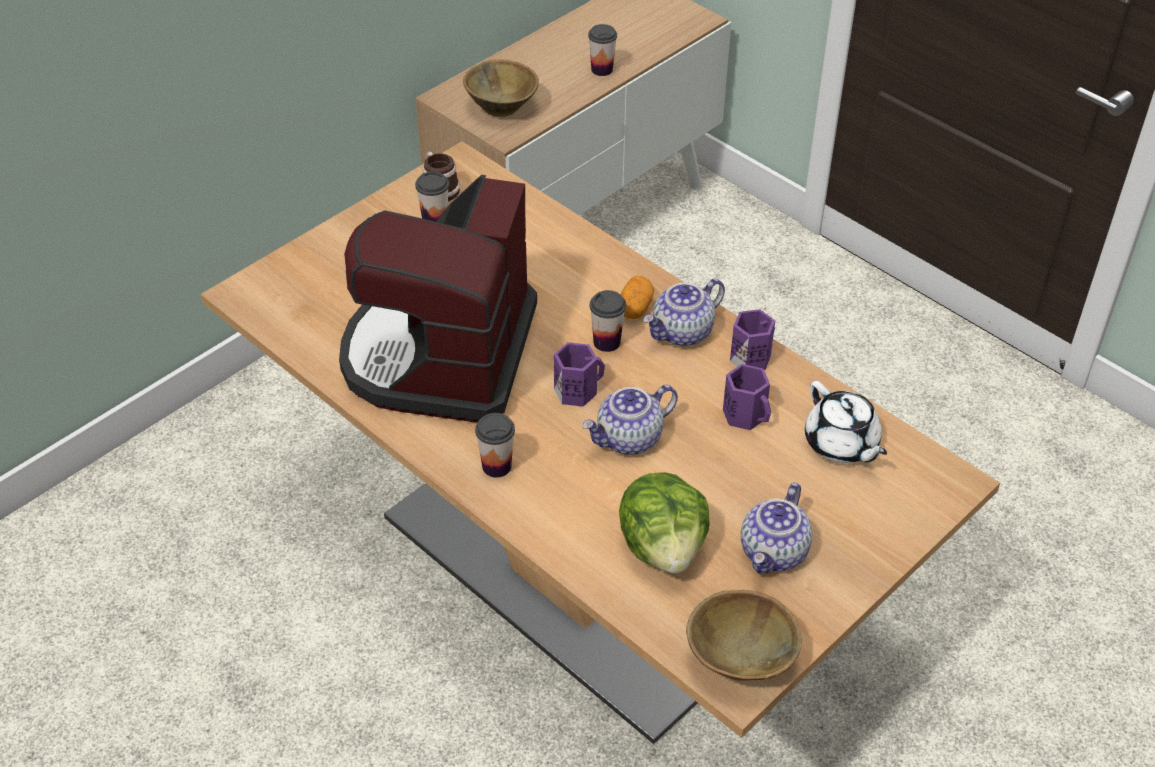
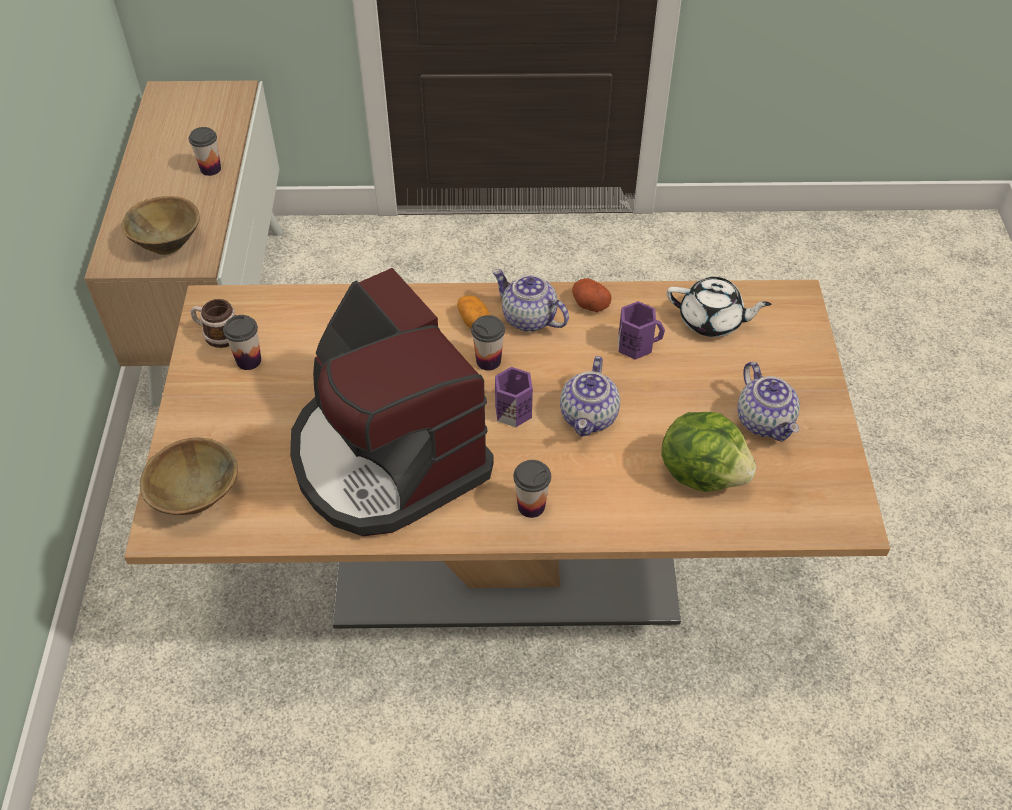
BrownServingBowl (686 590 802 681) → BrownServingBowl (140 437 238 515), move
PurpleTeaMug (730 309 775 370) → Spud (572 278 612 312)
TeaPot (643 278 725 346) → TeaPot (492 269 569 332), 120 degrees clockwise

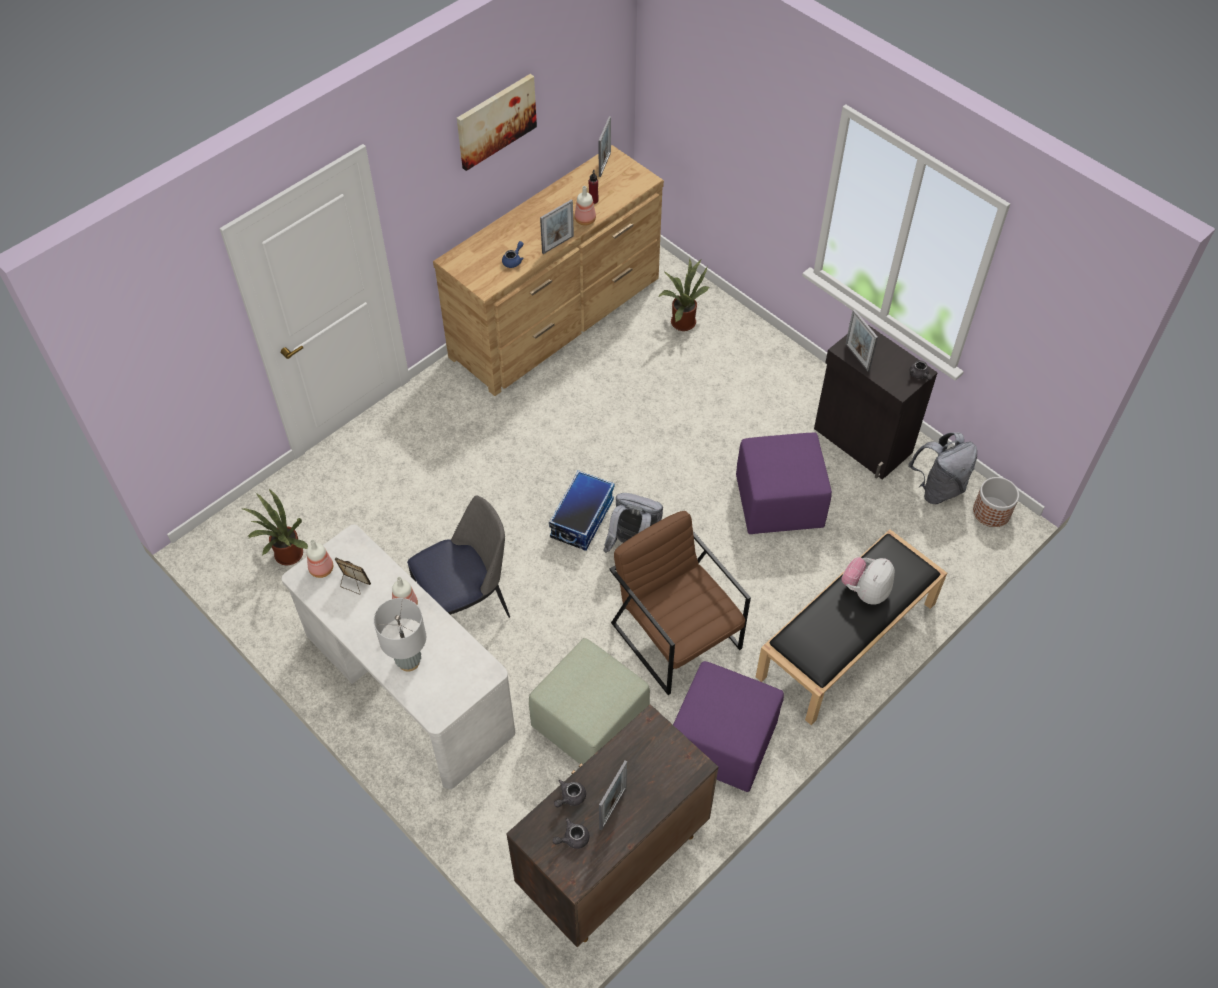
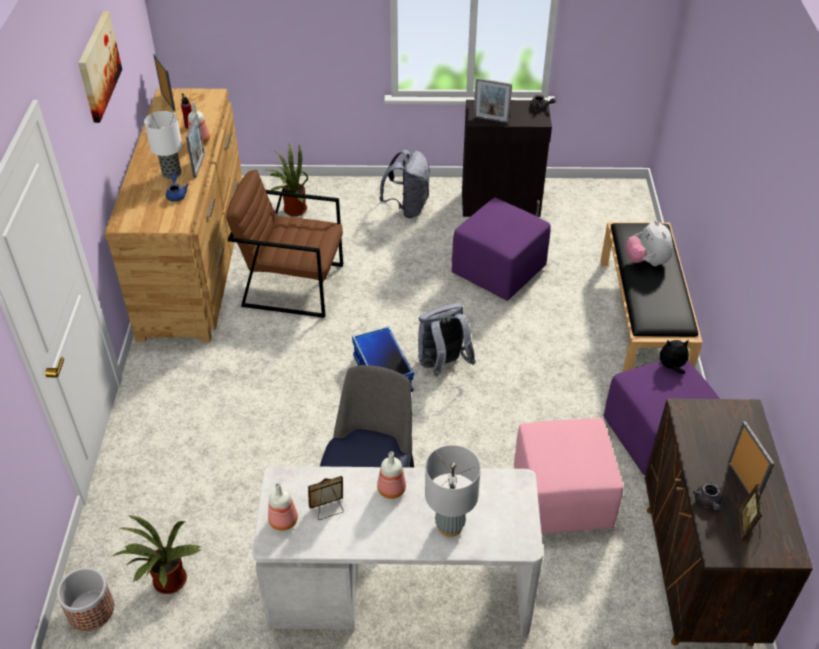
- → LampForATable (144 111 182 179)
- → CuddlyToy (659 340 689 374)
BrownLoungeChair (609 511 751 695) → BrownLoungeChair (226 170 343 318), move
GreyRucksack (908 432 977 504) → GreyRucksack (379 150 430 218), move
FlowerPot (973 477 1019 527) → FlowerPot (57 568 114 631), move
GreyTeaPot (553 818 590 849) → StandingFrame (739 484 762 540)
GreenishFootrest (529 638 650 764) → PinkFootrest (514 418 624 534)

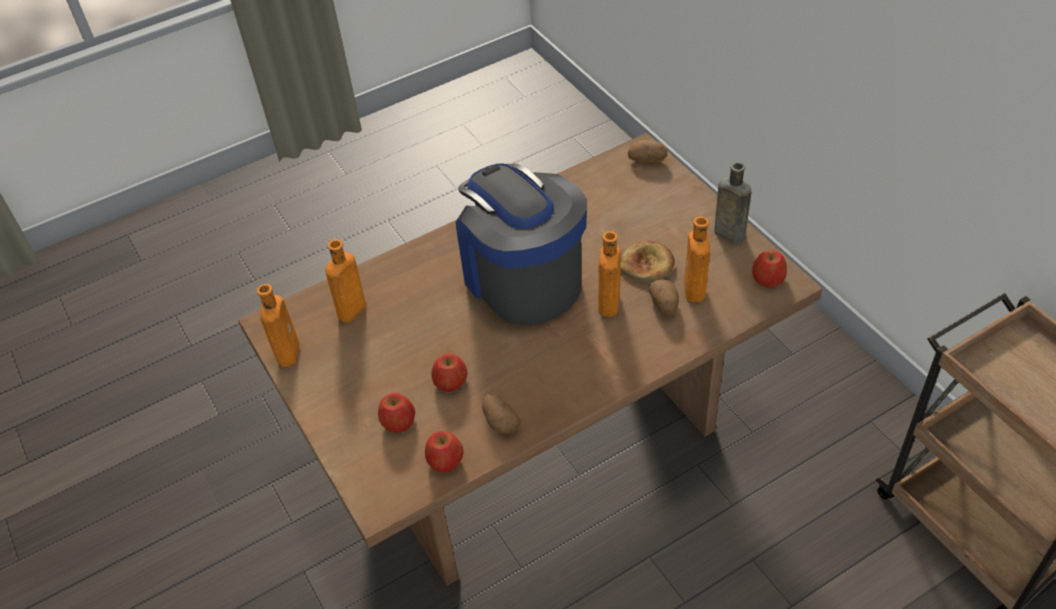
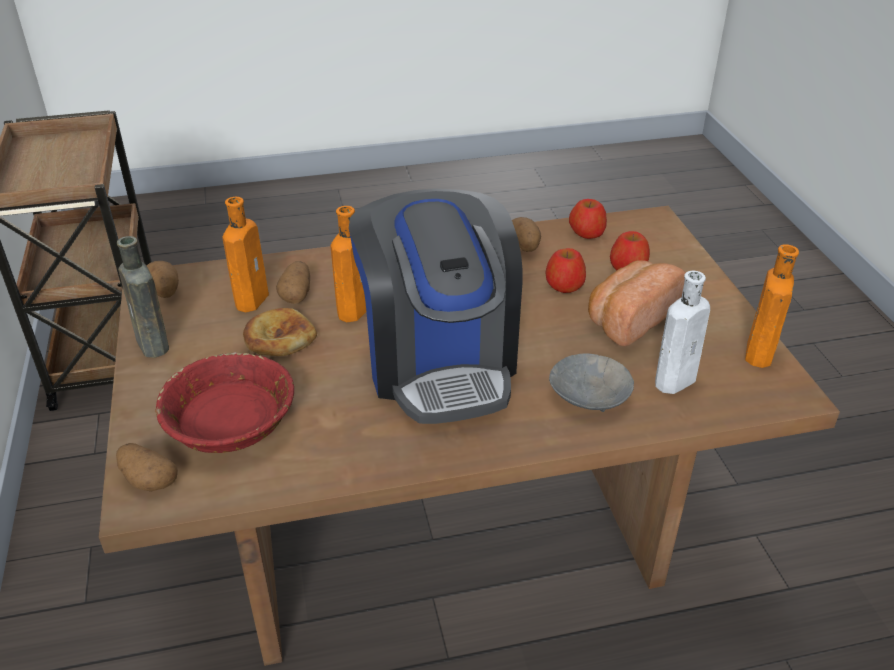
- → ReddishServingBowl (155 352 294 453)
- → GreyServingBowl (549 353 634 412)
- → BakeryBread (588 260 685 346)
WholeApple (752 250 787 287) → Spud (146 261 179 298)
OrangeBeverageBottle (325 239 366 322) → WhiteColouredBeverageBottle (655 271 710 394)

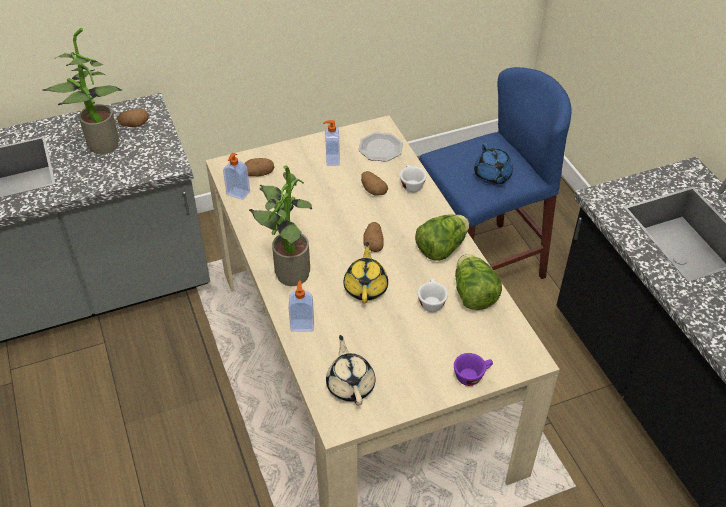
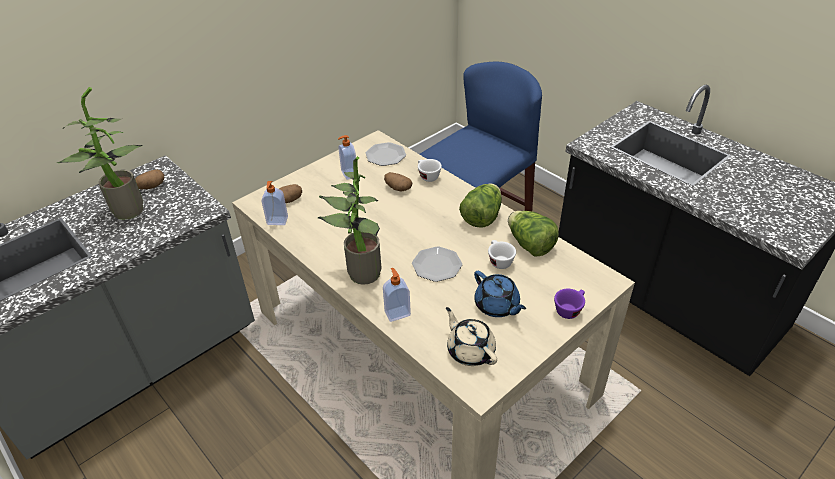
Spud (363 222 383 252) → -
BlueTeaPot (474 143 513 184) → BlueTeaPot (474 271 526 317), move
YellowTeaPot (344 242 388 303) → DinnerPlate (412 246 462 282)

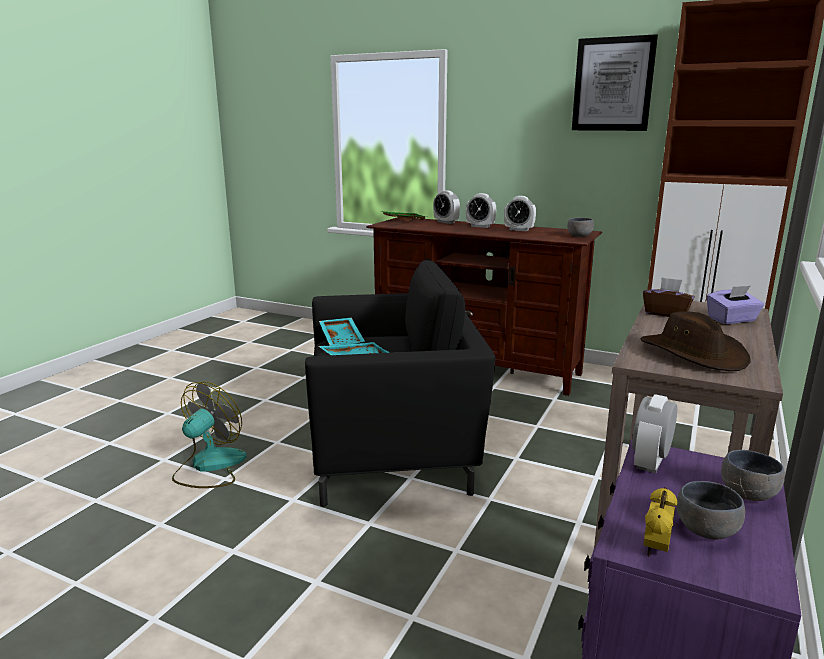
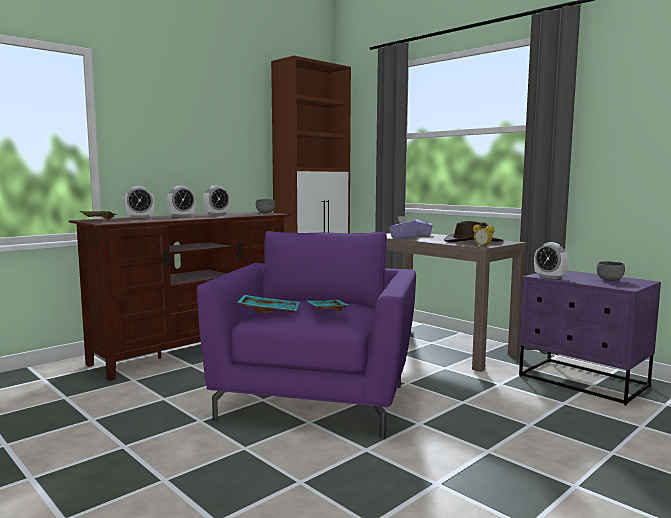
CoolingFan (172 382 247 488) → -
Picture (572 34 658 131) → -
GreyServingBowl (721 450 785 501) → -
AlarmClock (643 487 677 557) → AlarmClock (473 222 495 247), move
BlackColouredLoungeChair (305 260 495 507) → PurpleLoungeChair (197 231 416 439)
BrownTissueHolder (643 277 695 317) → PurpleTissueHolder (389 216 419 239)

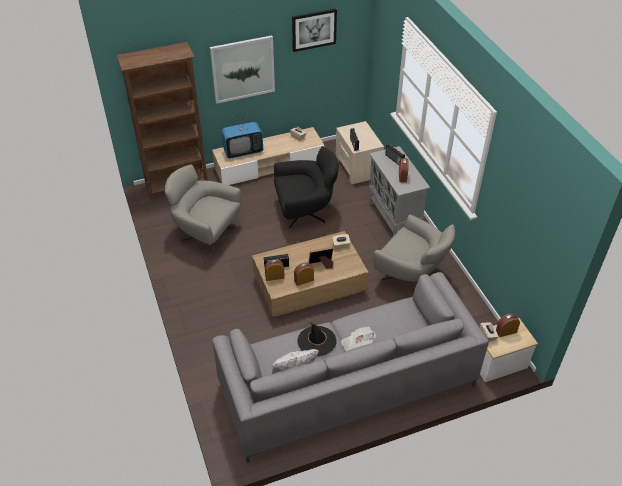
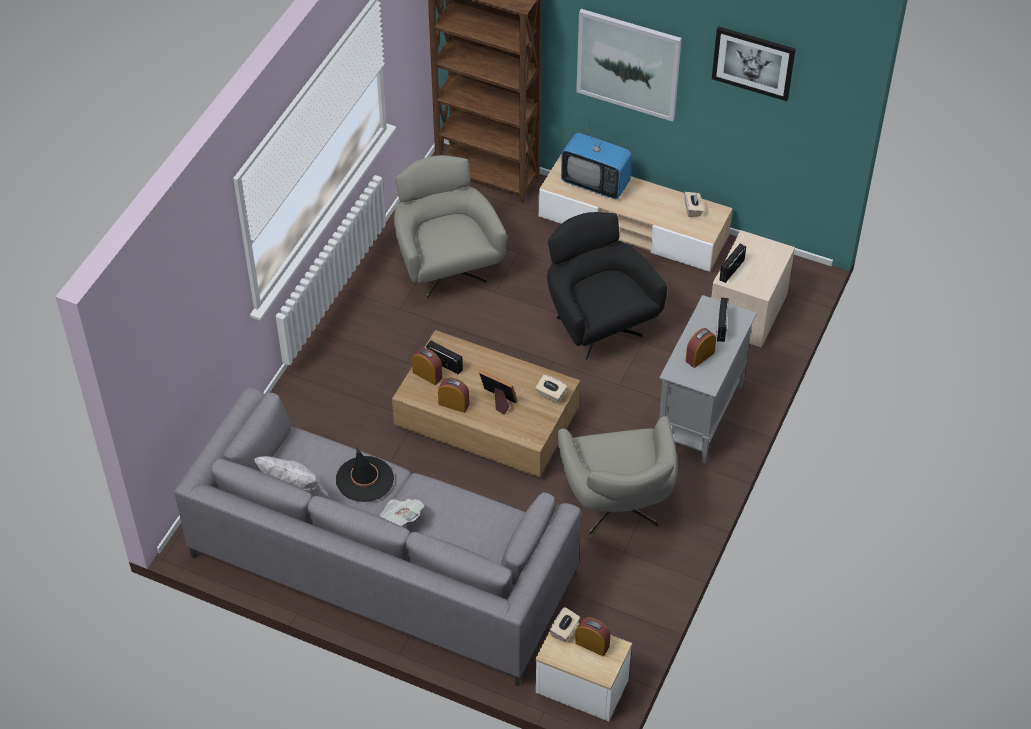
BlackColouredLoungeChair (274 146 339 228) → BlackColouredLoungeChair (547 212 667 360), 150 degrees counterclockwise

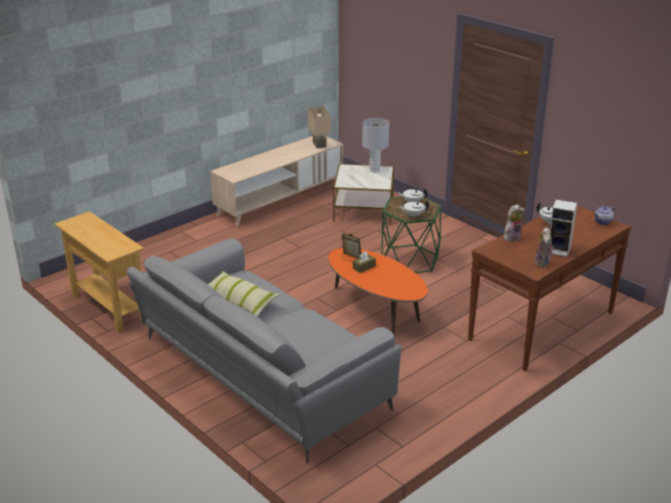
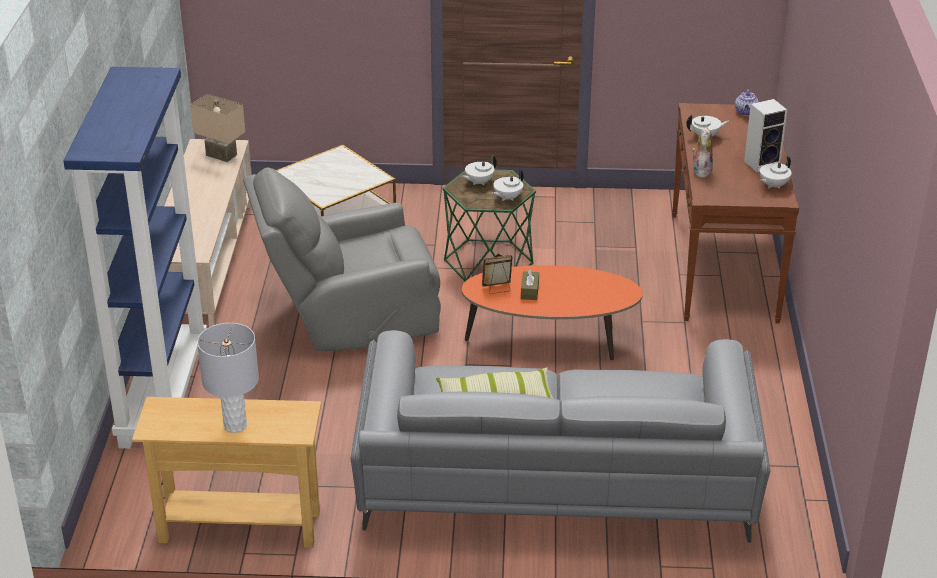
- → BlueShelvingUnit (63 67 207 449)
- → GreyLoungeChair (243 168 441 351)
GreyLampForATable (362 118 389 173) → GreyLampForATable (197 323 259 433), move
CuddlyToy (534 227 555 267) → WhiteColouredTeaPot (759 156 792 189)

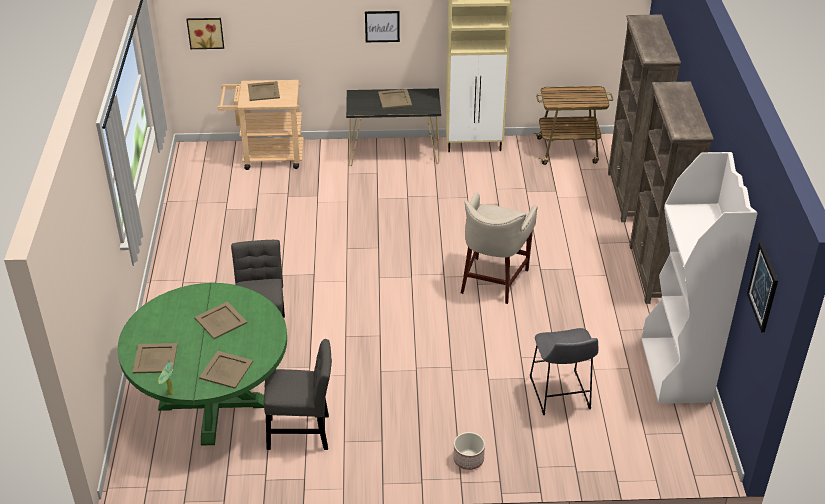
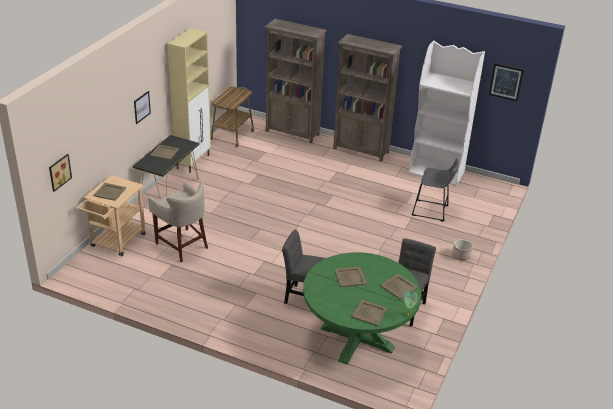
BeigeSittingStool (461 192 538 304) → BeigeSittingStool (148 182 208 262), move

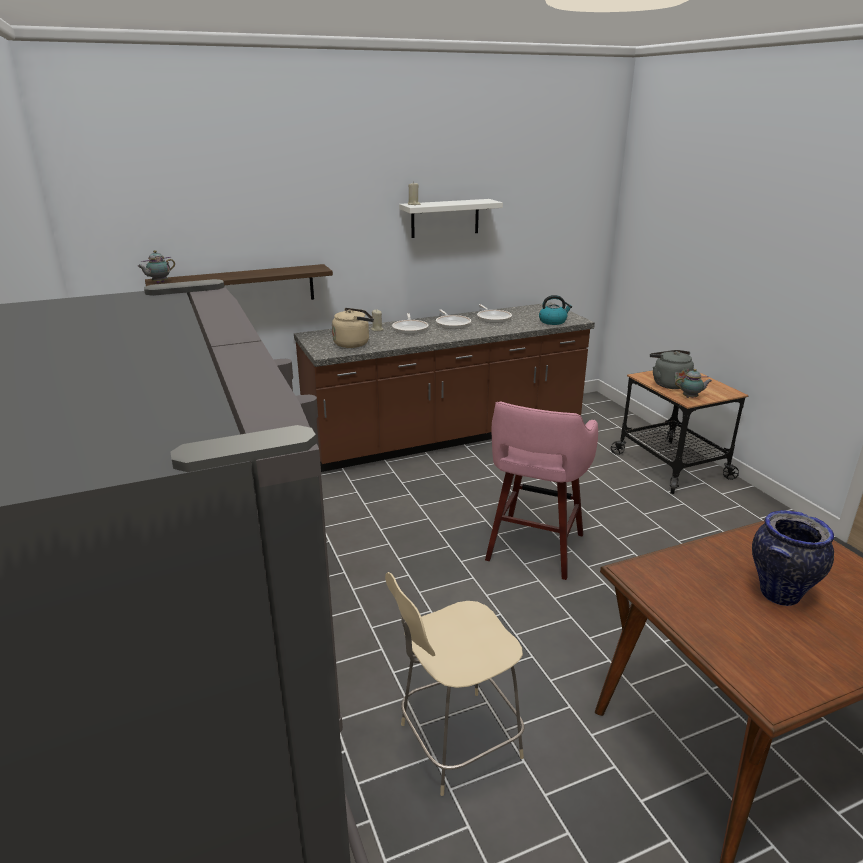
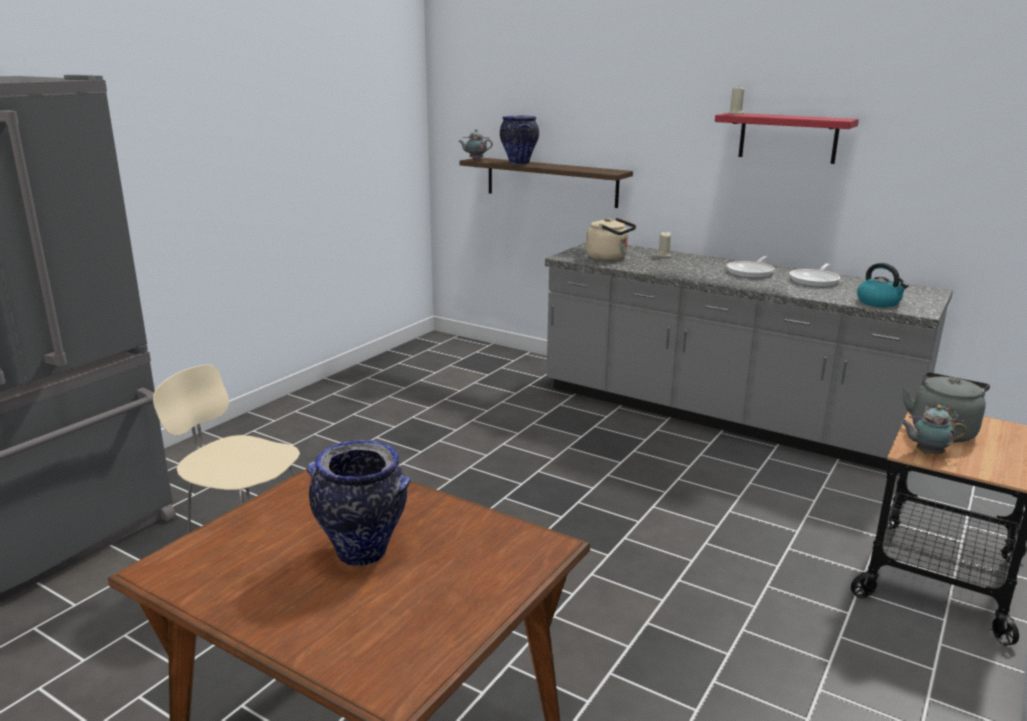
Pan (392 313 428 334) → -
PinkSittingStool (485 401 598 580) → -
- → FlowerVase (500 115 539 164)
BrownKitchenCounter (294 302 595 472) → GreyKitchenCounter (545 242 953 474)
WhiteColouredWallShelf (399 199 503 238) → ReddishWallShelf (715 113 859 164)
TeaPot (675 369 712 398) → TeaPot (900 405 967 455), 135 degrees clockwise

